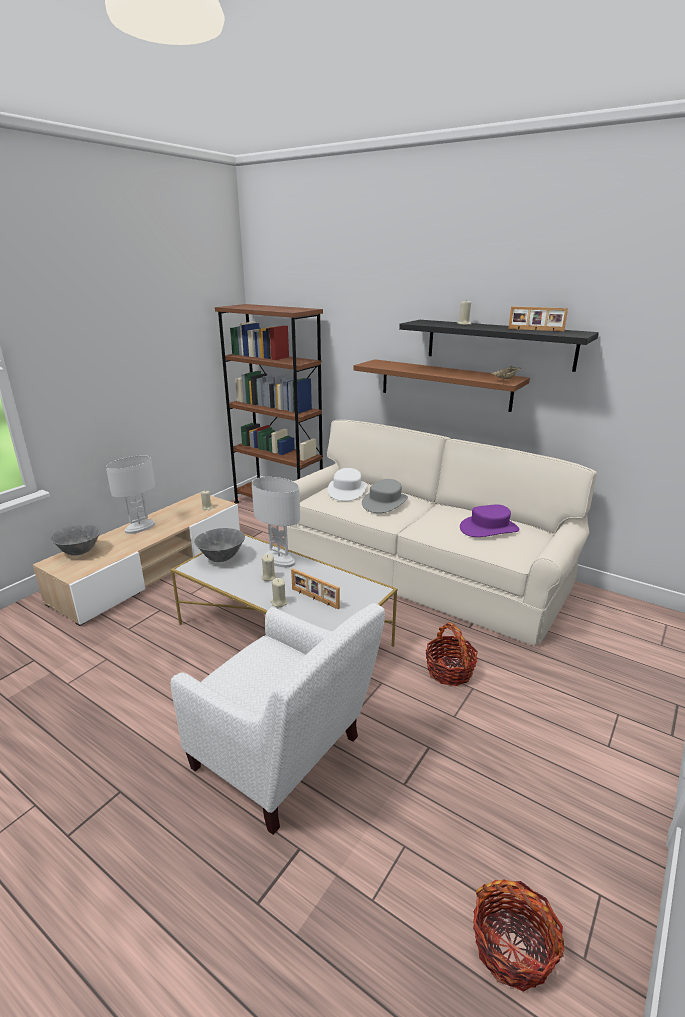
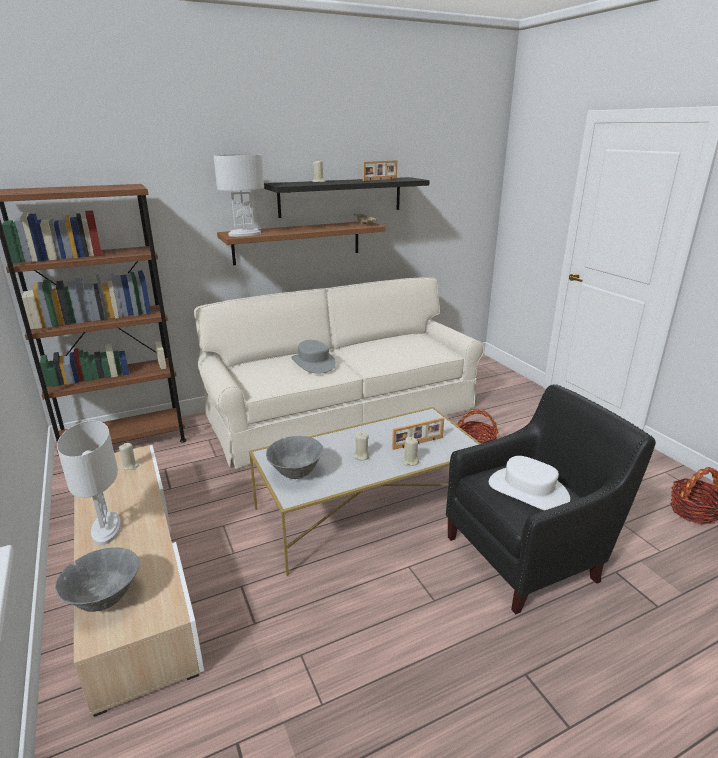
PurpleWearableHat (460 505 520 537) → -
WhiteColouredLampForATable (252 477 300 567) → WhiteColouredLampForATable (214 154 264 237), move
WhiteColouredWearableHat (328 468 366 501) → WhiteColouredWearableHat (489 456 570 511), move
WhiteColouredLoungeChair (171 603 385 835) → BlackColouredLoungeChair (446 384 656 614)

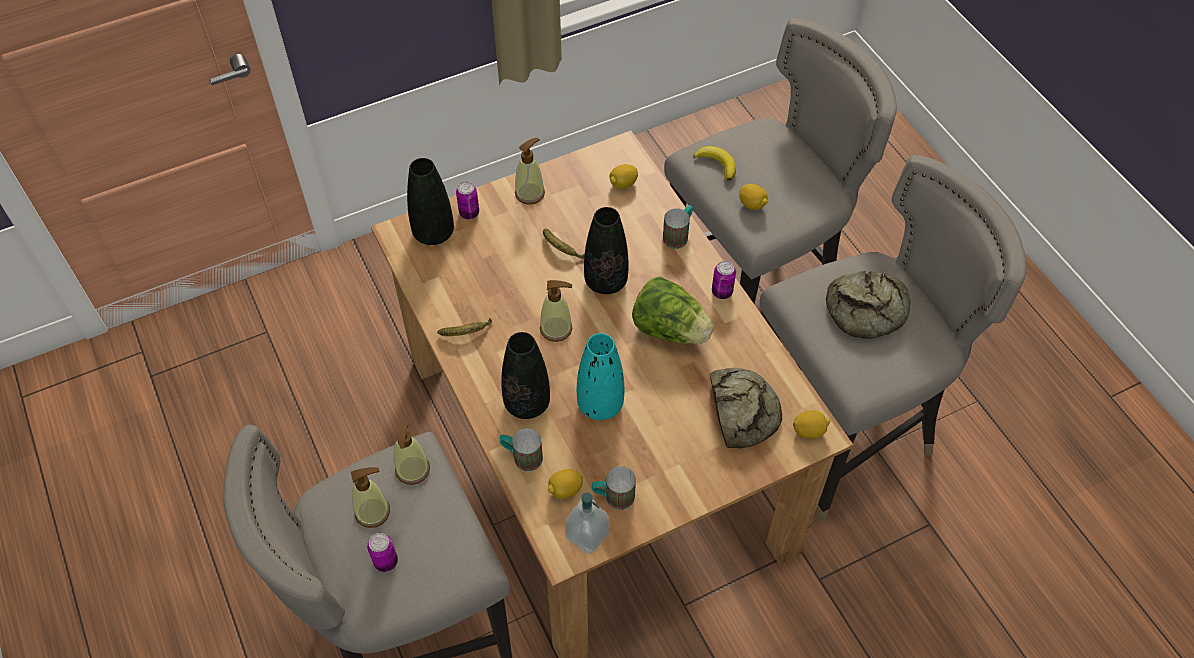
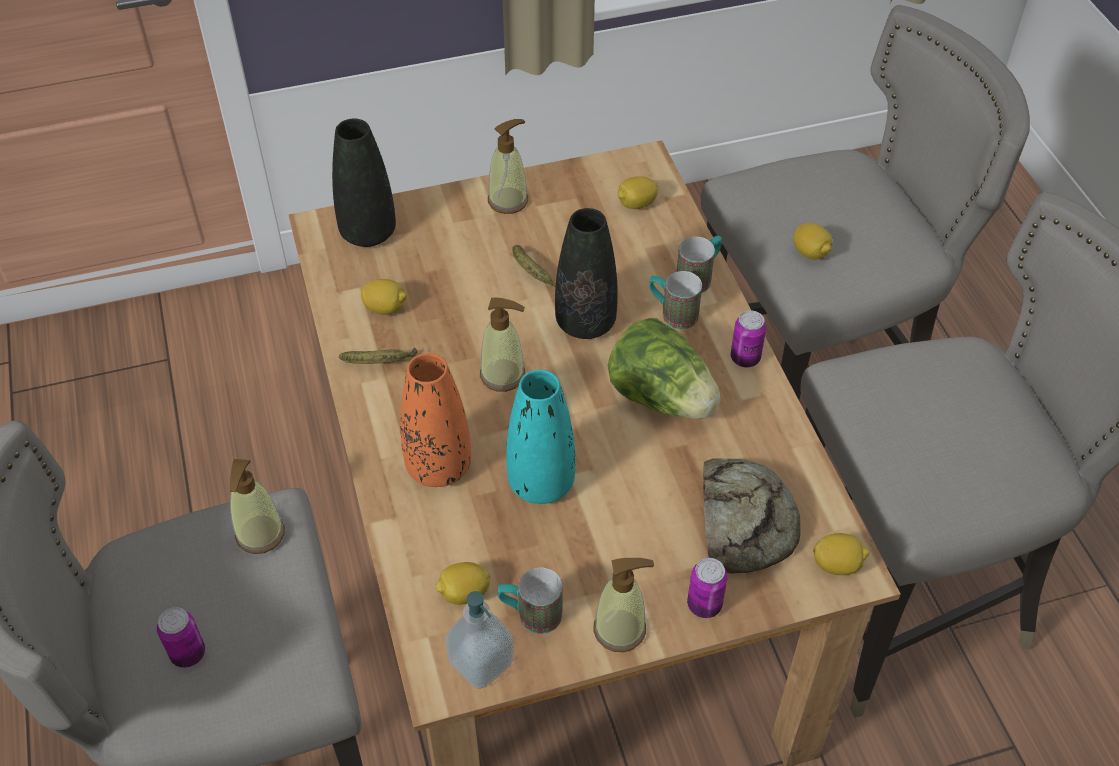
Banana (693 146 736 181) → -
BakeryBread (826 270 911 338) → -
- → Lemon (361 279 407 315)
SoapDispenser (351 467 390 528) → SoapDispenser (593 558 654 652), move
MetalCan (456 181 479 219) → MetalCan (687 558 728 618), move
TeaMug (500 428 543 471) → TeaMug (649 271 702 330), move
BlackColouredFlowerVase (501 332 550 419) → OrangeFlowerVase (401 353 471 487)

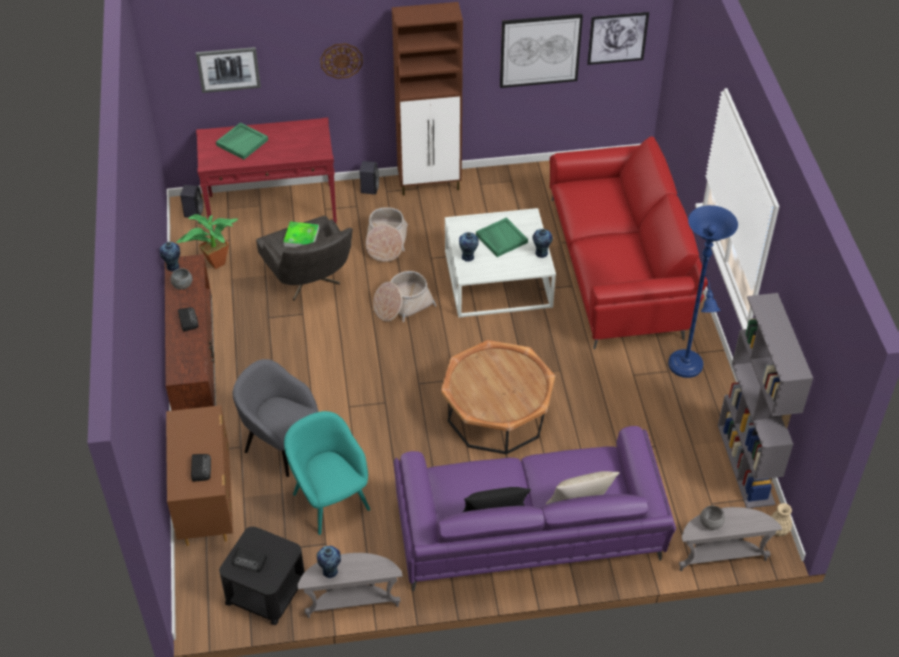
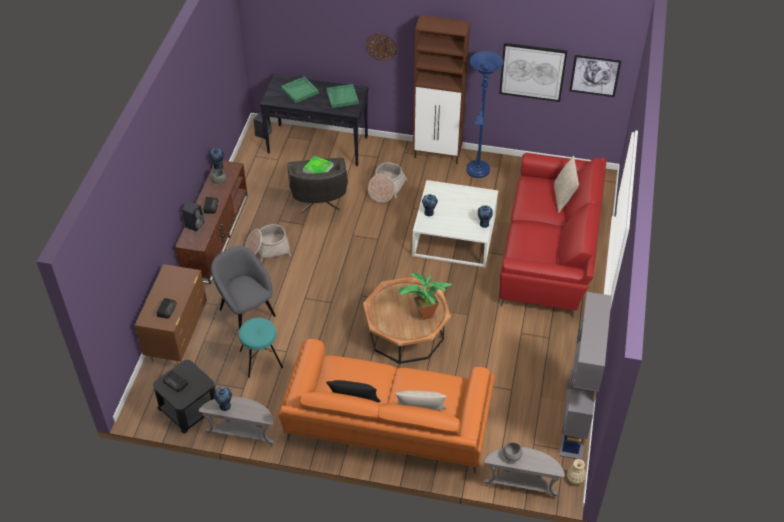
Picture (196 47 261 93) → -
- → BeigePillow (554 155 579 213)
Houseplant (177 214 238 269) → Houseplant (396 273 452 320), move
BlackColouredAudioSpeaker (360 161 379 194) → BlackColouredAudioSpeaker (182 201 204 231), move
Basket (373 271 437 322) → Basket (245 224 291 262), move
GreenishTray (476 217 528 257) → GreenishTray (326 84 359 108), move
BlueStandingLamp (668 205 738 378) → BlueStandingLamp (466 51 504 178), move
TurquoiseColouredLoungeChair (284 411 370 535) → TurquoiseColouredSittingStool (239 318 283 378)
ReddishNarrowTable (196 117 337 226) → BlackColouredNarrowTable (260 74 368 166)
PurpleSofa (394 426 676 592) → OrangeSofa (278 339 494 474)

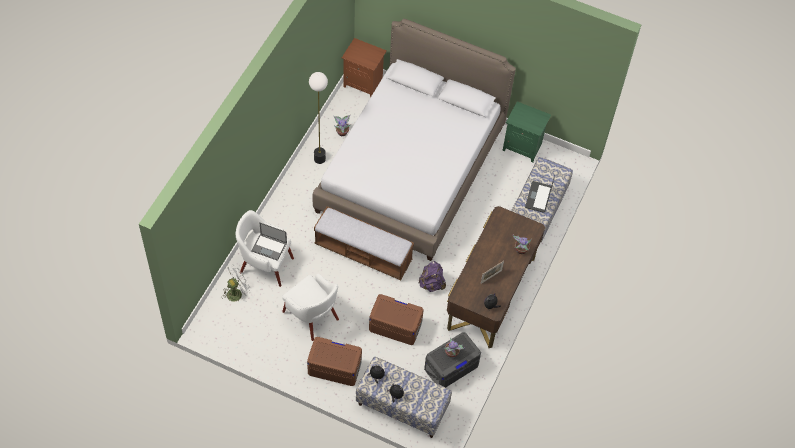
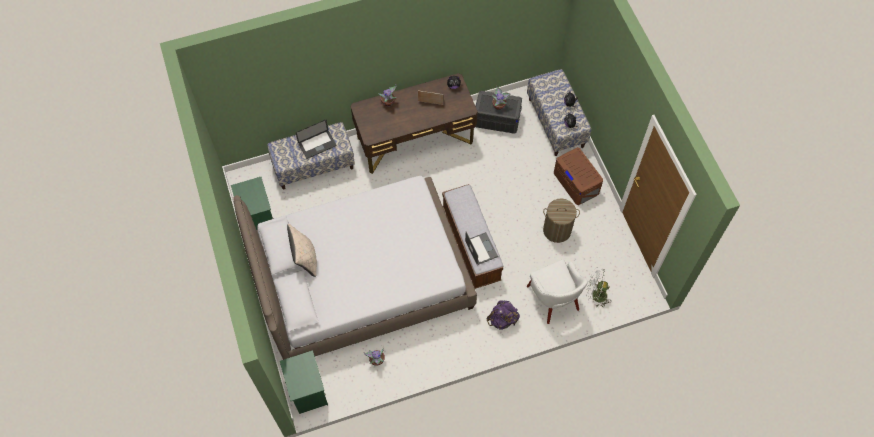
StandingLamp (309 72 328 164) → -
BrownStorageBin (369 294 424 345) → -
- → BeigePillow (287 224 317 277)
Laptop (251 223 287 261) → Laptop (465 231 498 265), move
PurpleRucksack (419 261 446 292) → PurpleRucksack (486 300 520 329), move
WhiteColouredLoungeChair (282 273 339 341) → WashingBasket (543 198 580 243)
BrownBedsideTable (342 38 387 98) → GreenishBedsideTable (280 350 328 414)

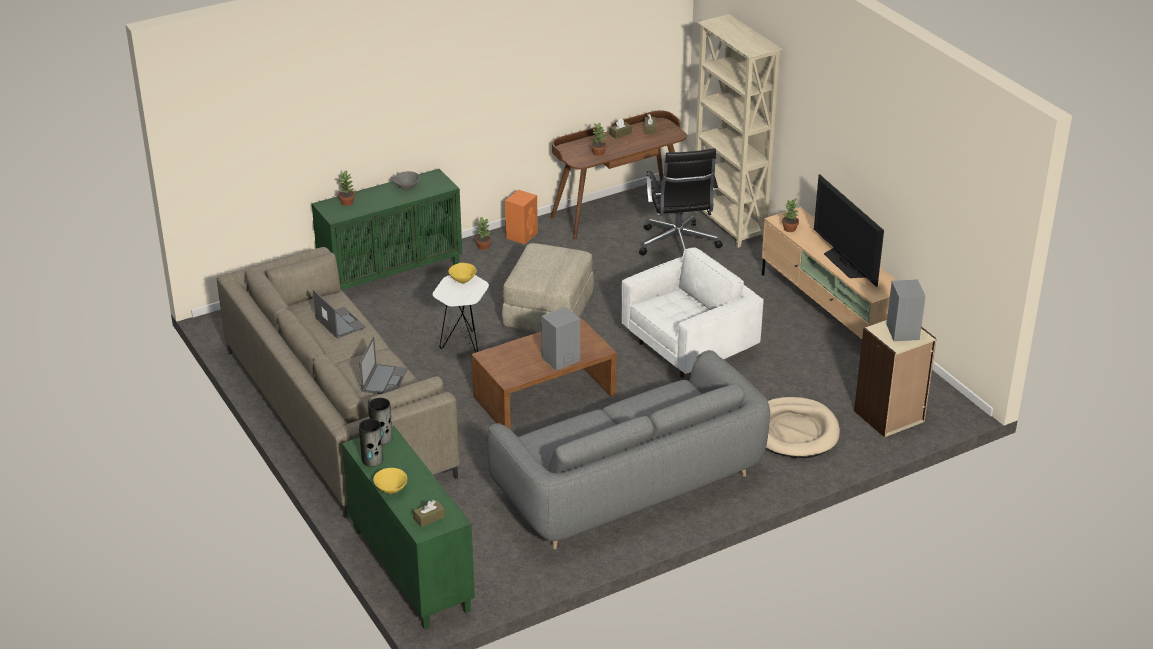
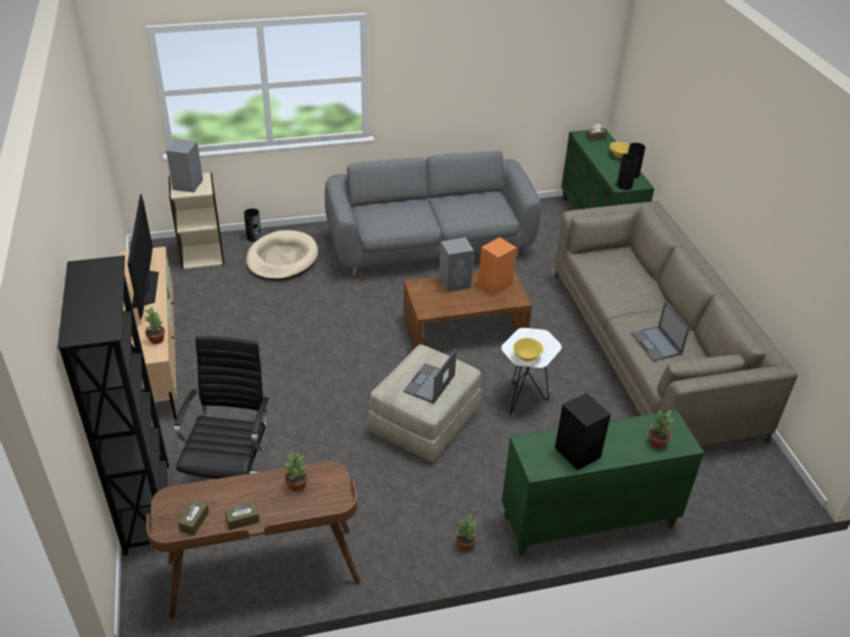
WhiteColouredLoungeChair (622 248 764 378) → -
- → FlowerVase (244 208 262 242)
Laptop (359 336 408 394) → Laptop (403 349 457 404), move
OrangeAudioSpeaker (505 190 538 244) → OrangeAudioSpeaker (478 237 517 295), move
GreyServingBowl (393 171 420 190) → BlackColouredAudioSpeaker (555 393 611 470)
BeigeShelvingUnit (694 14 782 248) → BlackColouredShelvingUnit (57 255 169 555)

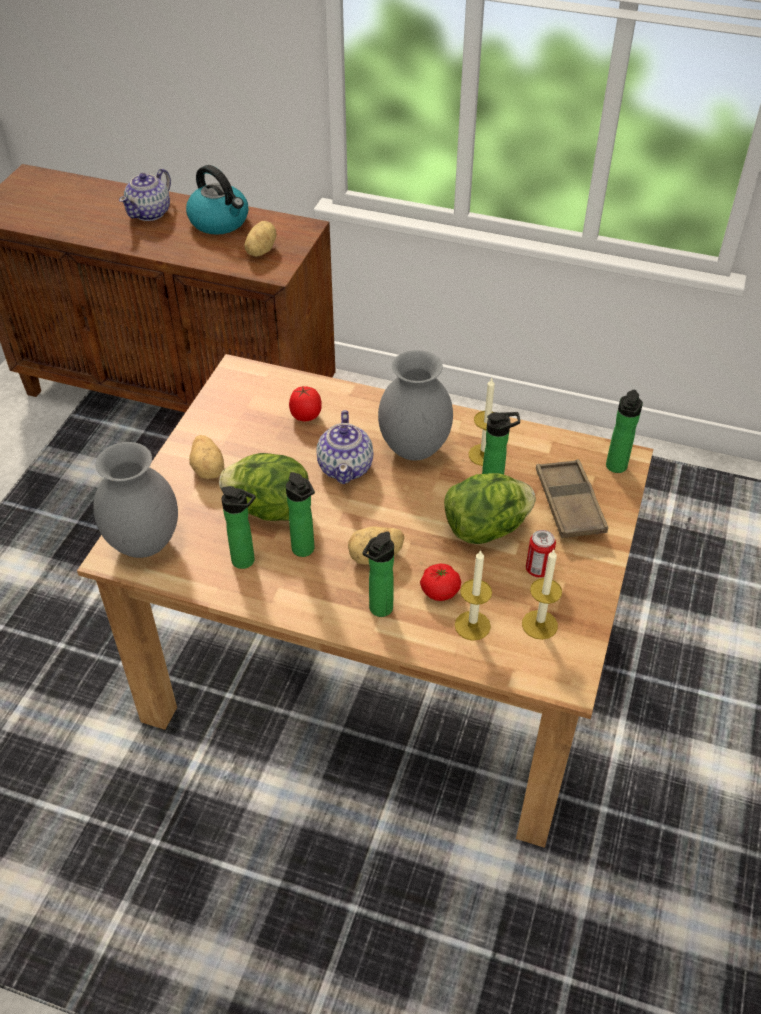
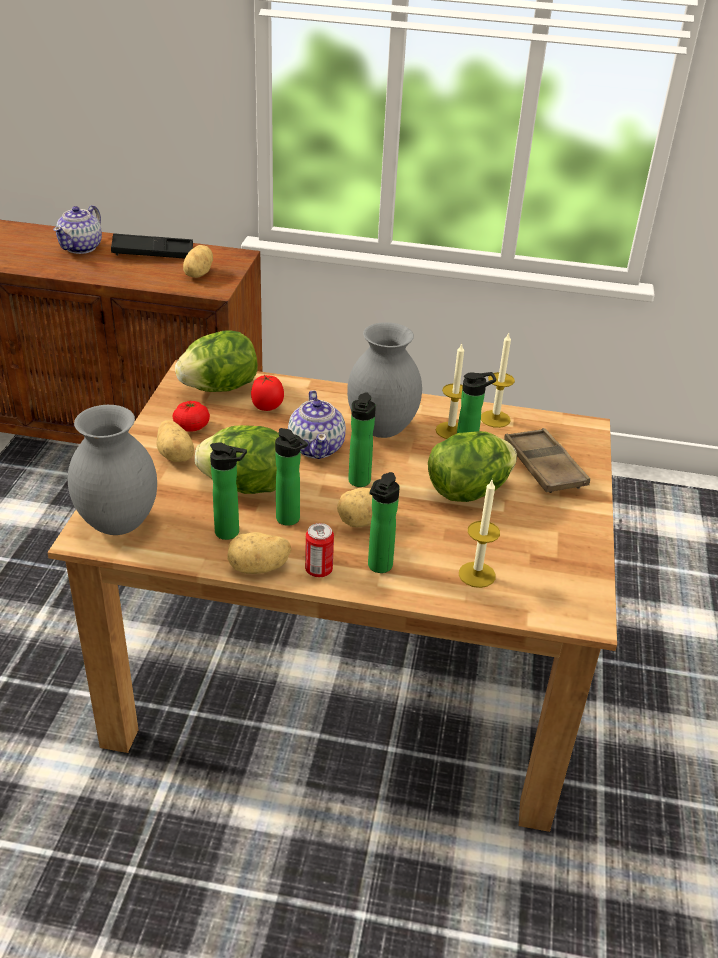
- → HeadOfLettuce (175 330 258 392)
- → Spud (227 532 291 574)
FreshTomato (420 563 461 601) → FreshTomato (173 401 210 432), move
Candle (522 550 562 640) → Candle (481 332 515 428), move
MetalCan (526 530 556 578) → MetalCan (305 523 334 577), move
BeverageBottle (606 390 643 473) → BeverageBottle (348 392 376 487), move
Kettle (186 165 248 235) → BlackColouredTray (111 233 193 258)

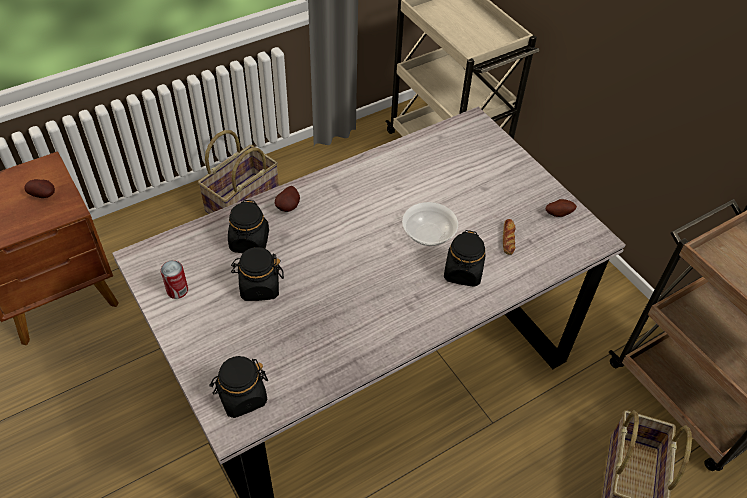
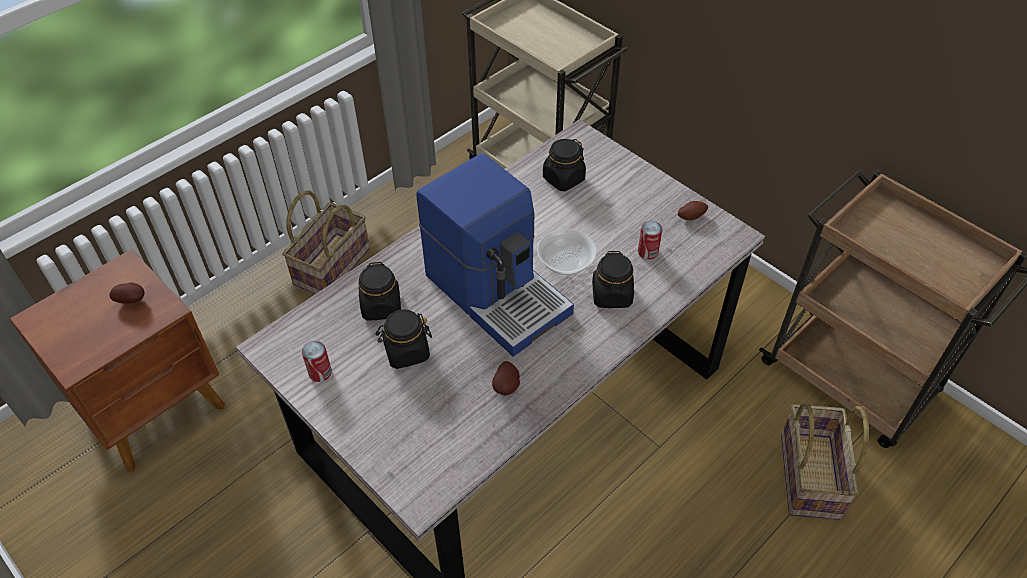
- → CoffeeMachine (417 154 574 357)
BlackColouredPreserveJar (209 356 268 418) → BlackColouredPreserveJar (543 139 586 191), move
Spud (275 186 300 212) → Spud (492 361 520 395), move
BakeryBread (503 219 516 255) → MetalCan (638 221 662 259)

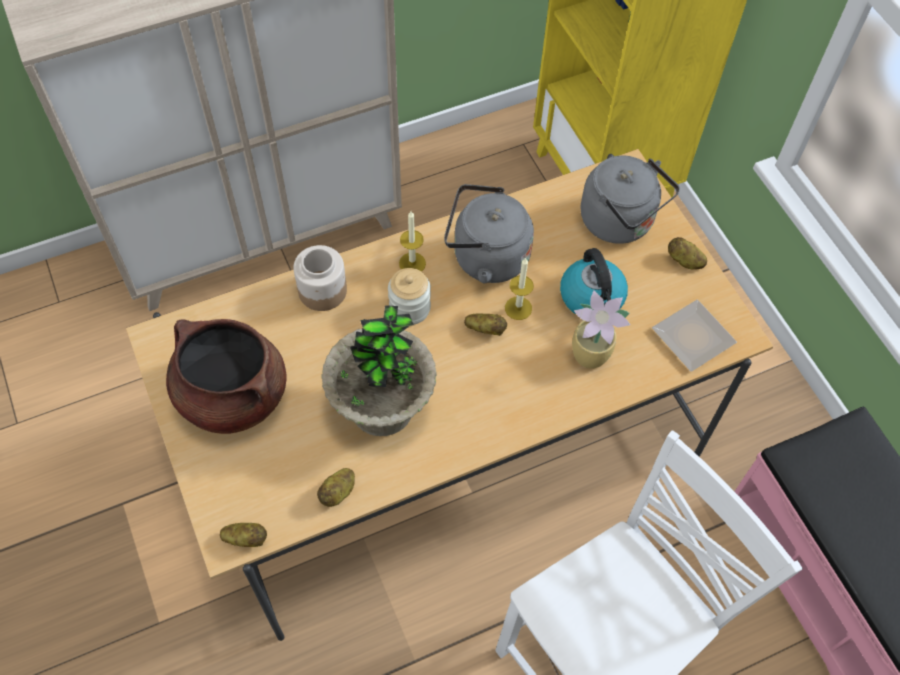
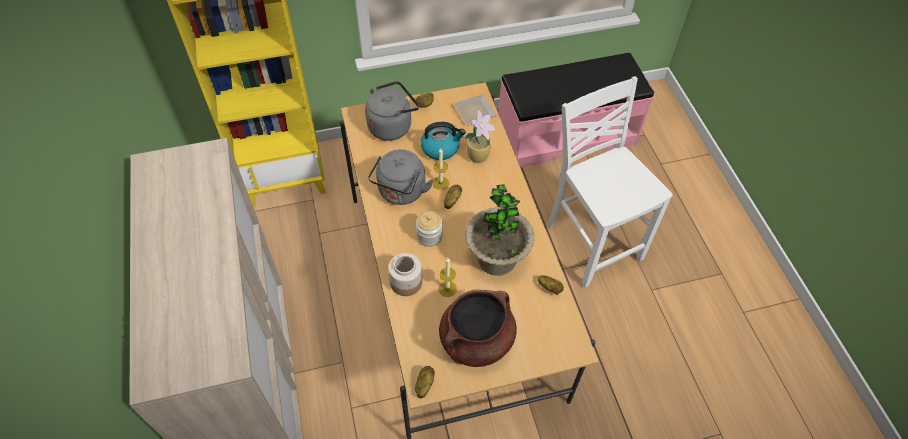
Spud (220 523 267 547) → Spud (415 366 435 398), move
Candle (399 211 426 272) → Candle (439 258 457 297), move

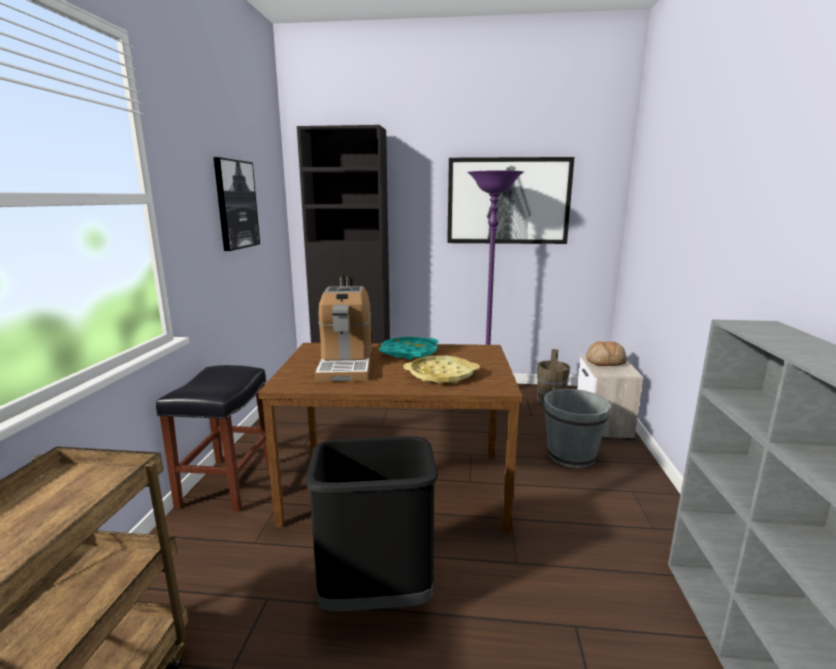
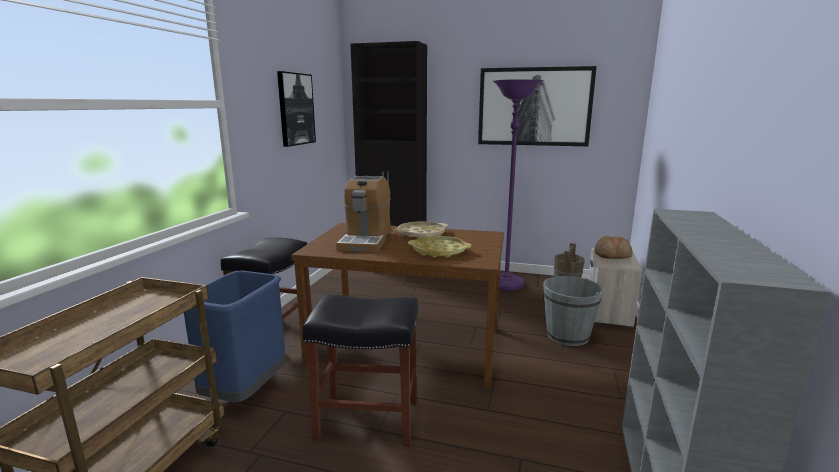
- → BlueRubbishBin (184 271 286 402)
BlackColouredRubbishBin (305 436 438 611) → BlackColouredSittingStool (302 294 418 447)
TurquoiseColouredTray (379 337 438 360) → BeigeTray (395 221 448 239)

